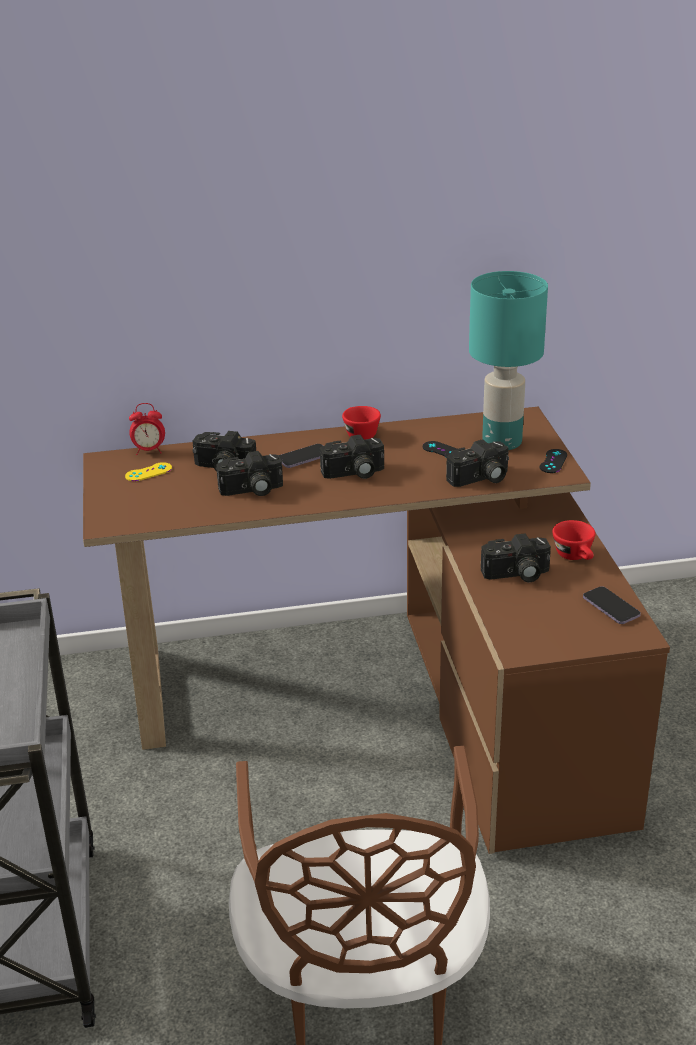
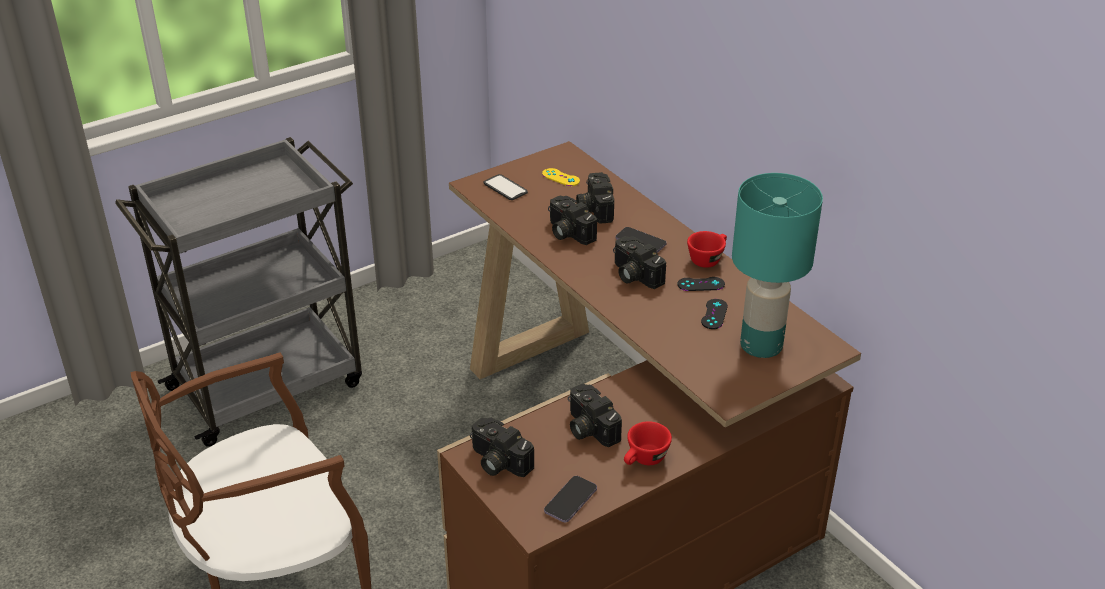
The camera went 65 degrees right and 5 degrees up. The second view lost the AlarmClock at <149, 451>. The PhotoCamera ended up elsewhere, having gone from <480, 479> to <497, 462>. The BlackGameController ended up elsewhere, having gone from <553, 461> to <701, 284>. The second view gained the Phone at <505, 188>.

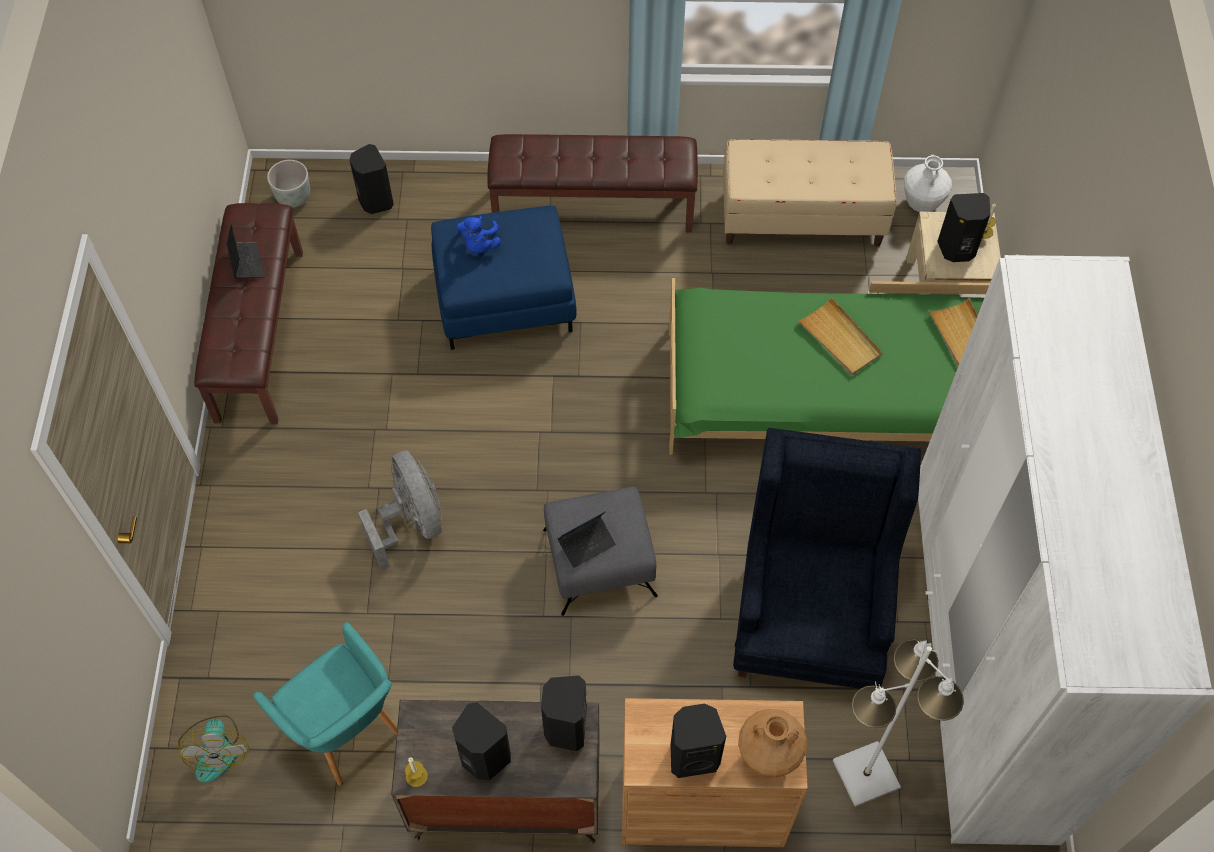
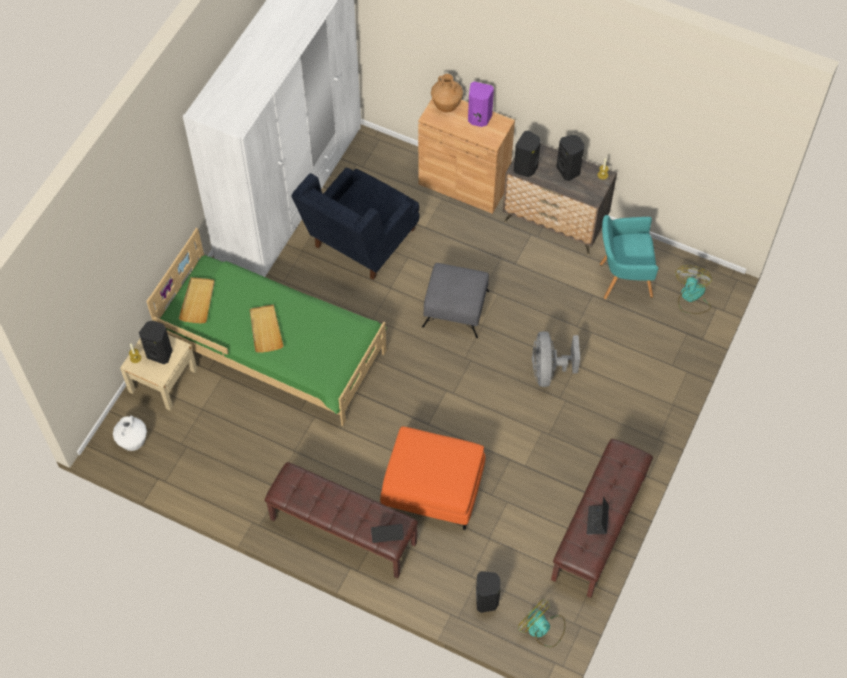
The camera went 155 degrees left and 0 degrees up. The TurquoiseArmchair at <346, 732> ended up facing another way, 75 degrees counterclockwise from before. Where the GreyPlanter stood at <294, 197>, the Fan came to stand at <542, 628>. What was the BlueOttoman at <504, 298> turned into the OrangeOttoman at <433, 488>. The second view lost the BluePlushToy at <479, 245>. The Laptop ended up elsewhere, having gone from <587, 544> to <387, 535>. What was the BlackSpeaker at <693, 755> turned into the PurpleSpeaker at <478, 118>. The second view lost the BeigeBench at <802, 218>. The second view lost the WhiteFloorLamp at <865, 775>.

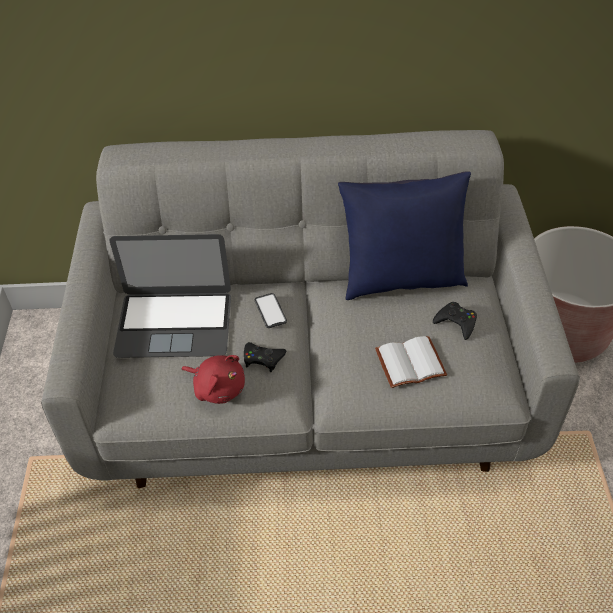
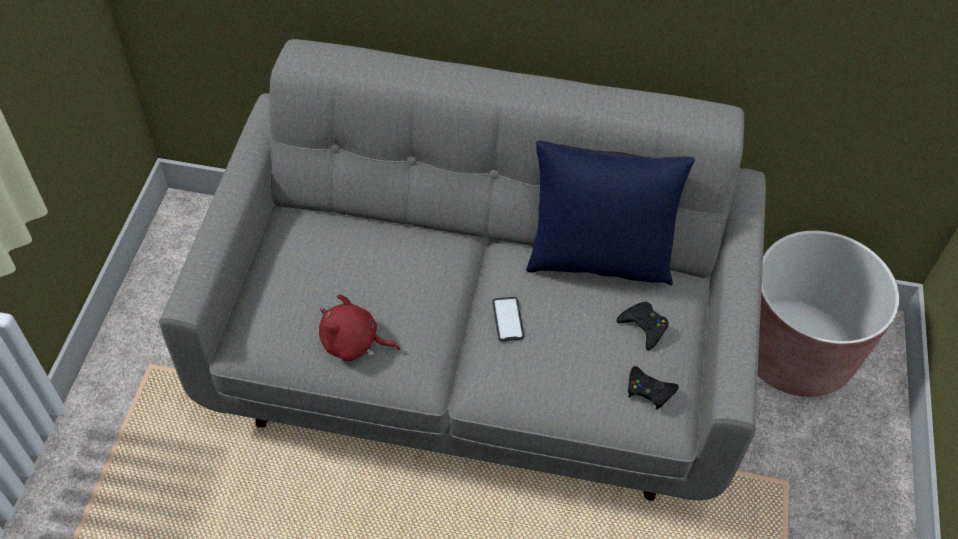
The camera went 10 degrees right and 5 degrees up. The second view lost the Laptop at <174, 324>. The RedPlushToy at <217, 387> ended up facing another way, 150 degrees clockwise from before. The BlackGameController ended up elsewhere, having gone from <263, 359> to <649, 390>. The Phone ended up elsewhere, having gone from <270, 311> to <508, 319>. The second view lost the WhiteBook at <410, 361>.

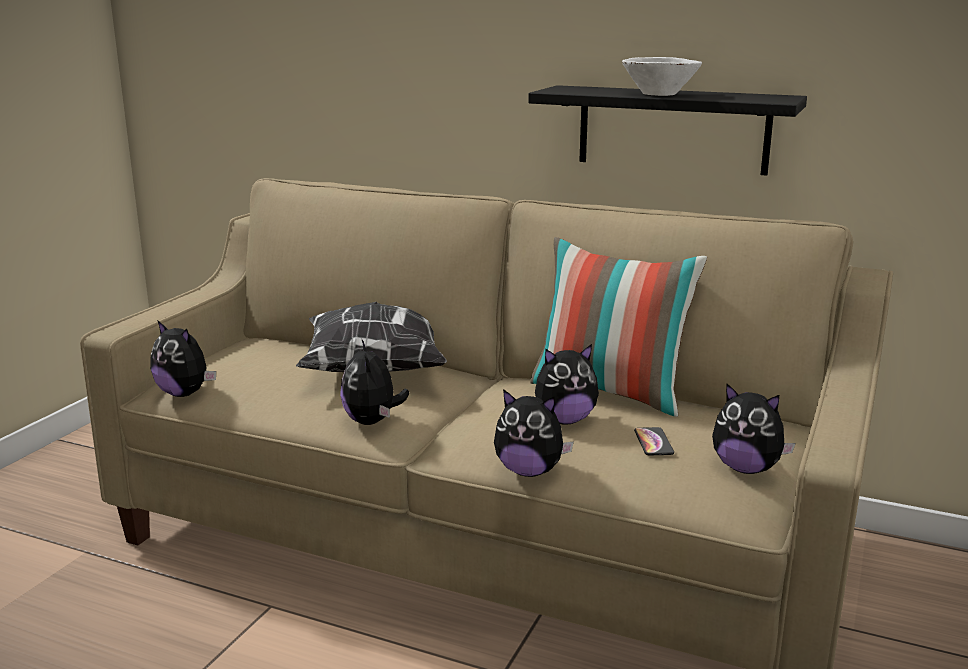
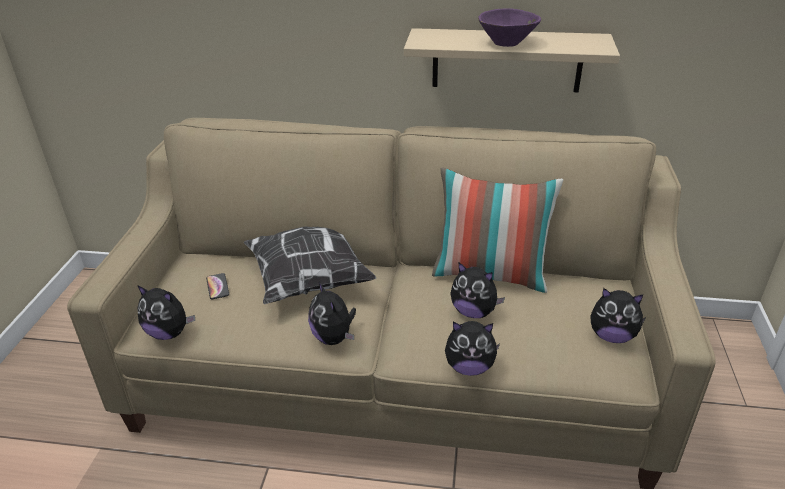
The camera went 15 degrees left and 15 degrees up. What was the BlackShelf at <672, 129> turned into the BeigeShelf at <506, 60>. The PlushToy at <564, 420> ended up facing another way, 60 degrees clockwise from before. What was the WhiteBowl at <659, 94> turned into the PurpleBowl at <506, 43>. The Phone ended up elsewhere, having gone from <653, 442> to <217, 286>.

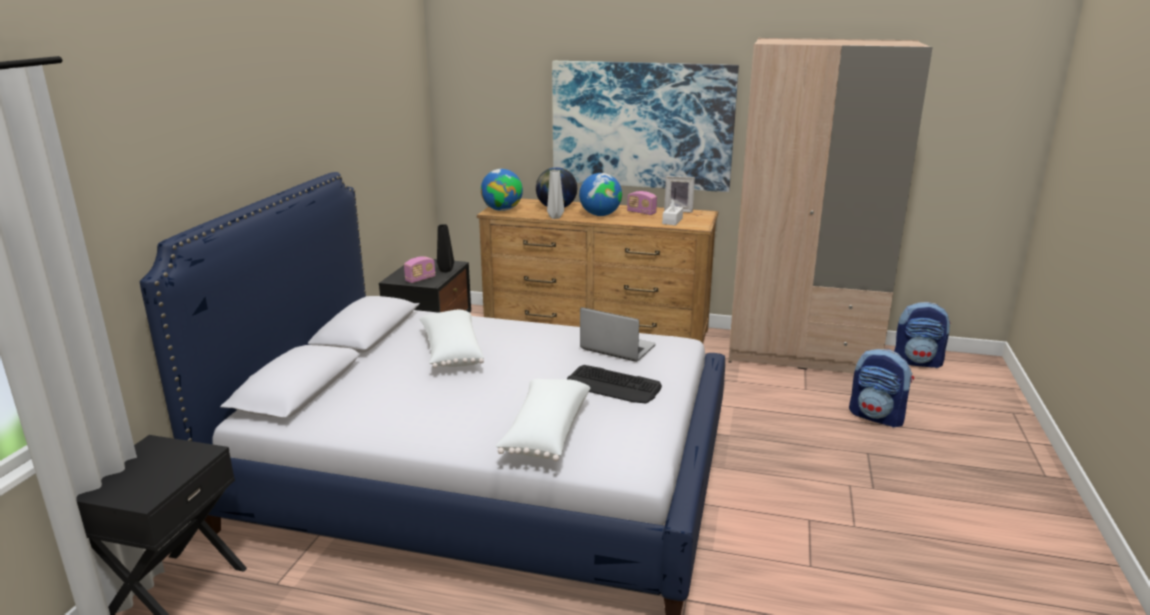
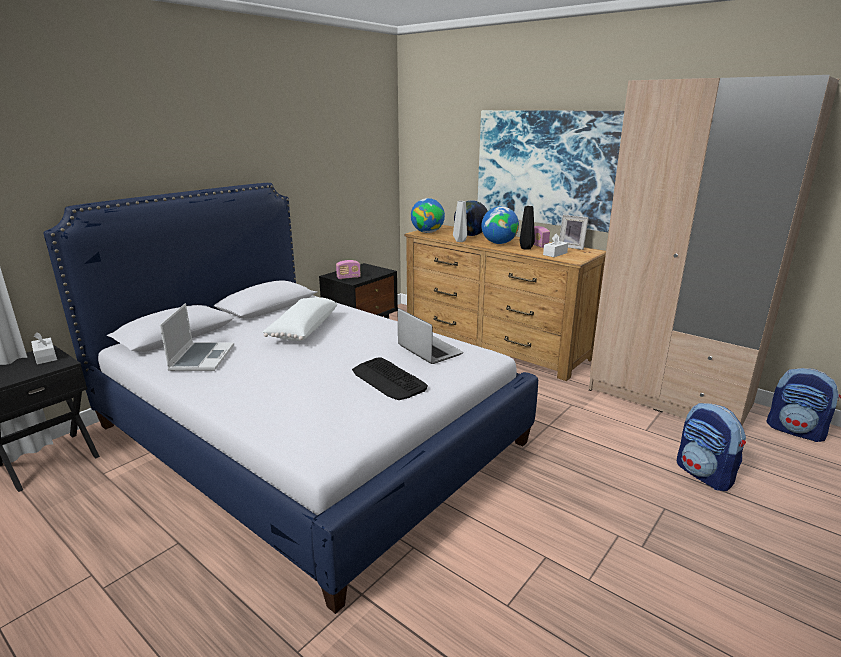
The camera went 25 degrees right and 0 degrees up. The BlackVase ended up elsewhere, having gone from <446, 271> to <526, 248>. The second view lost the WhitePillow at <544, 432>. The second view gained the WhiteTissueBox at <45, 356>. The second view gained the Laptop at <202, 358>.

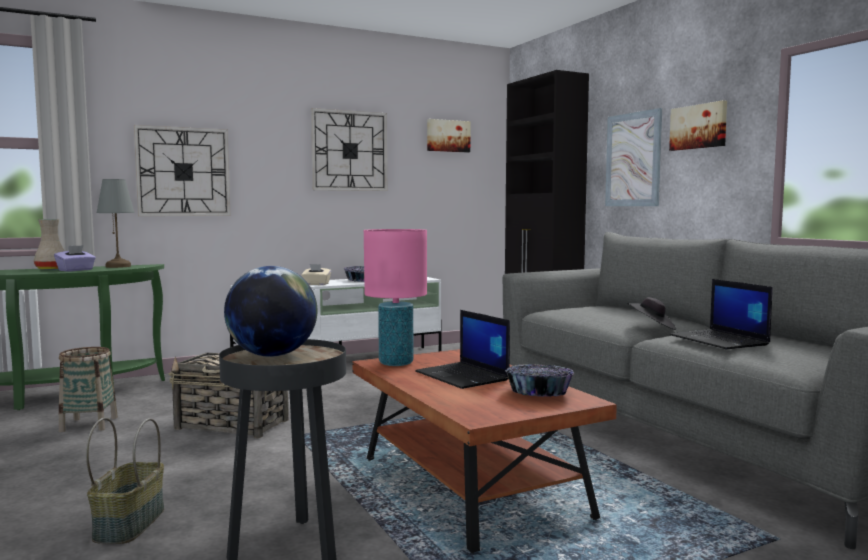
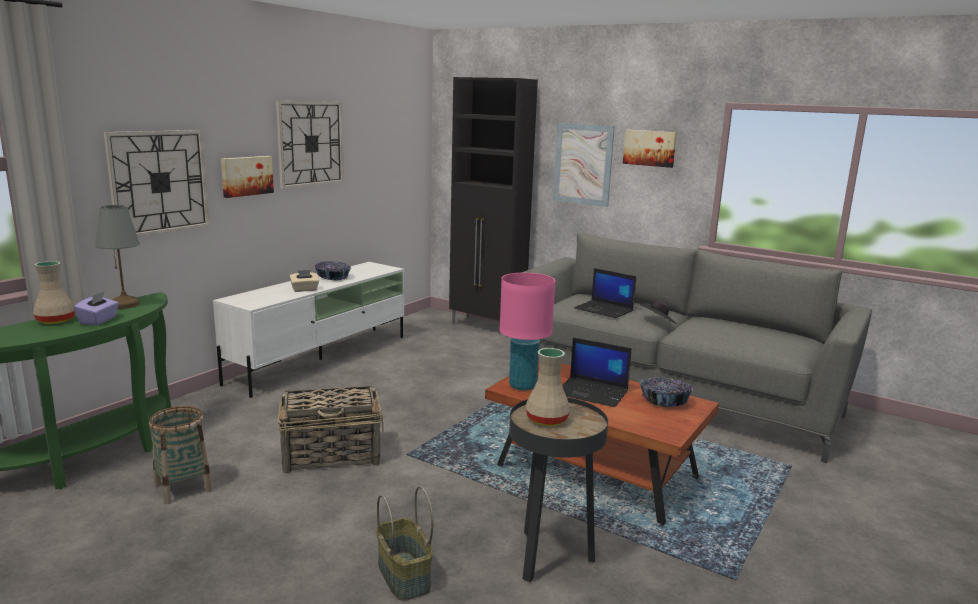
The camera went 30 degrees left and 10 degrees up. Where the Globe stood at <272, 355>, the BeigeVase came to stand at <546, 420>. The Picture ended up elsewhere, having gone from <448, 136> to <246, 176>. The Laptop ended up elsewhere, having gone from <720, 340> to <604, 310>.

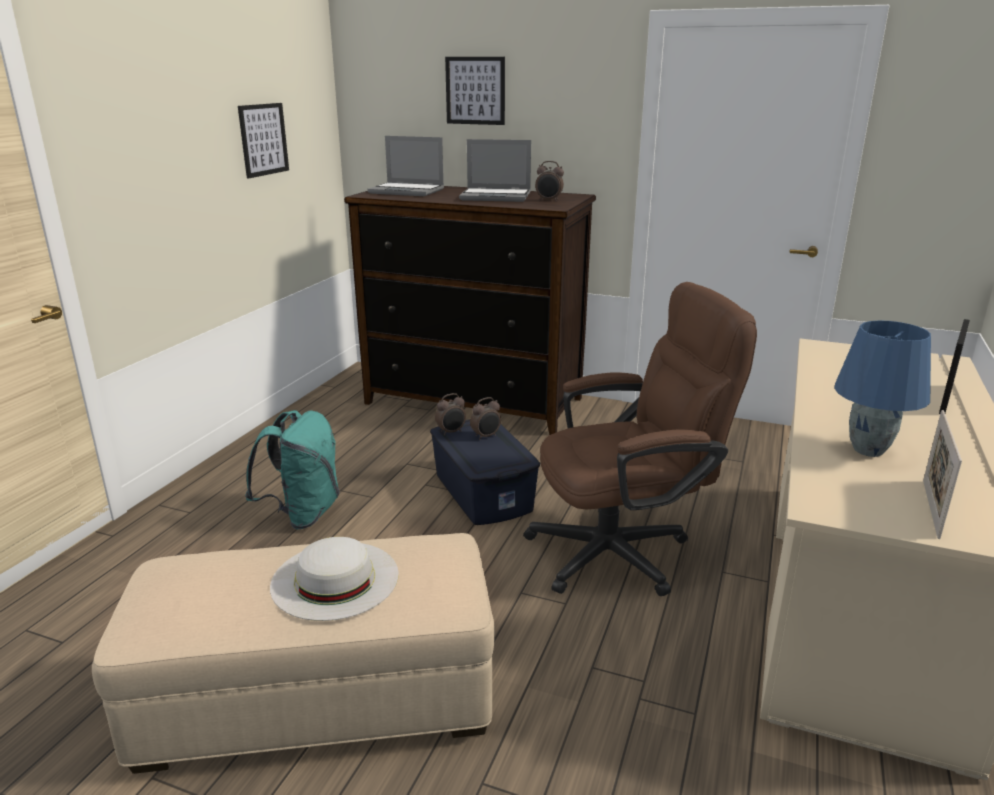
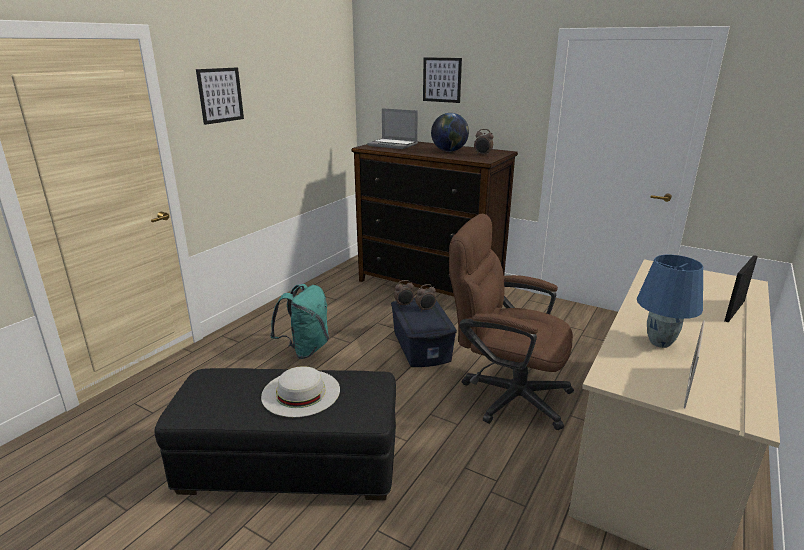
The camera went 10 degrees right and 0 degrees up. What was the BeigeOttoman at <318, 698> turned into the BlackOttoman at <290, 464>. The Picture ended up elsewhere, having gone from <263, 139> to <220, 95>. Where the Laptop stood at <496, 197>, the Globe came to stand at <449, 151>. The BrownOfficeChair at <624, 551> ended up facing another way, 150 degrees counterclockwise from before.

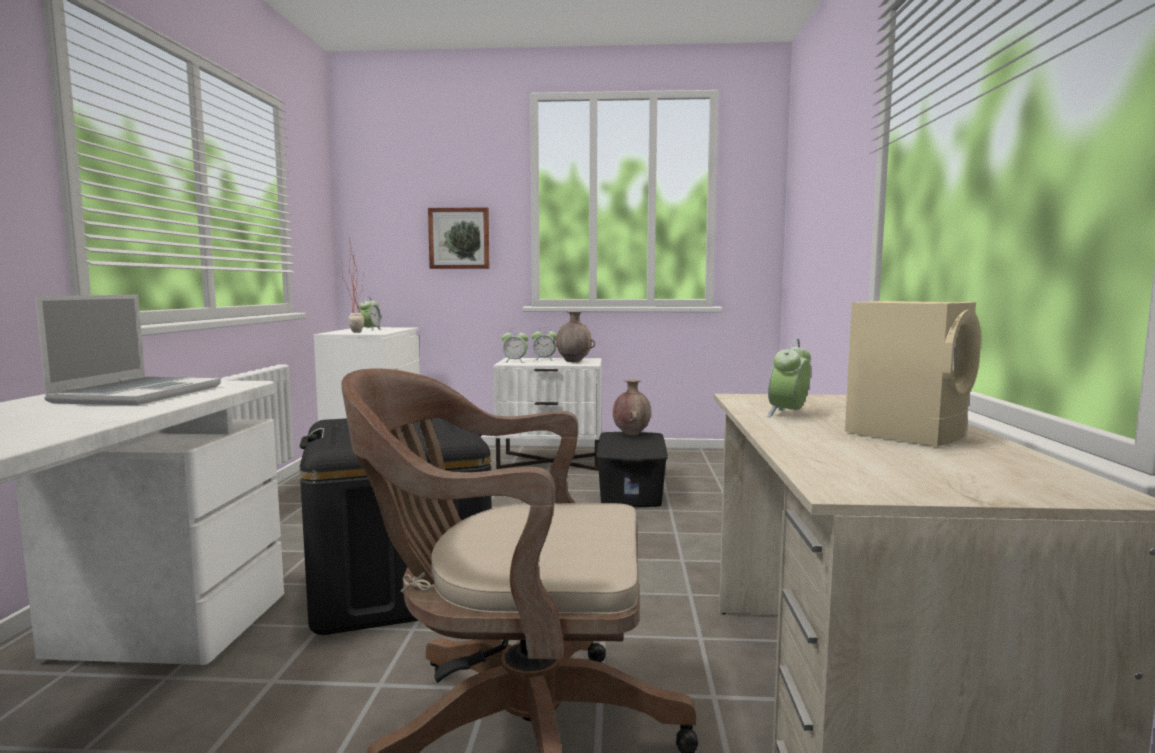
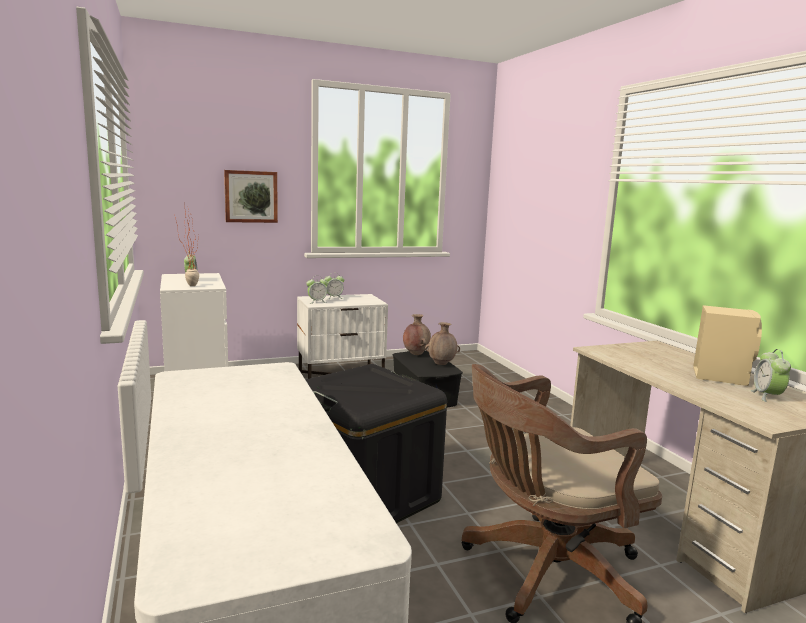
The camera went 25 degrees left and 5 degrees up. The second view lost the Laptop at <138, 394>. The BrownVase ended up elsewhere, having gone from <574, 362> to <441, 363>. The AlarmClock ended up elsewhere, having gone from <788, 414> to <767, 396>.

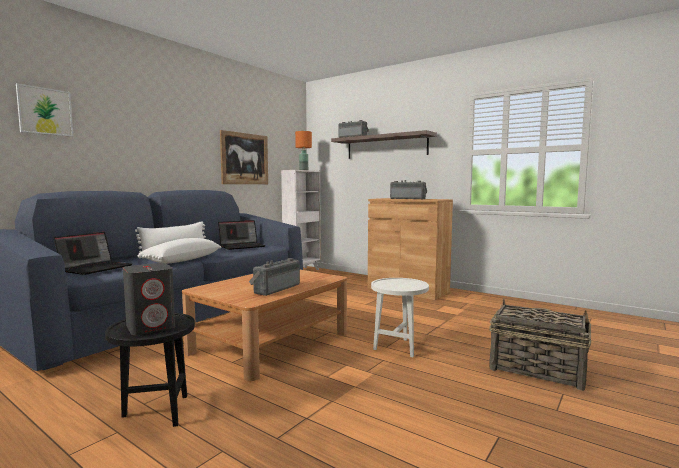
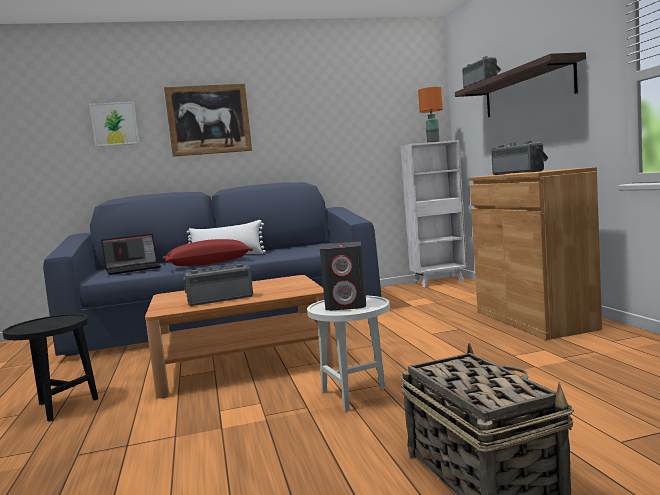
The camera went 40 degrees right and 0 degrees up. The GreySpeaker ended up elsewhere, having gone from <151, 327> to <346, 305>. What was the WhitePillow at <181, 260> turned into the RedPillow at <208, 263>. The second view lost the Laptop at <242, 246>. The Picture ended up elsewhere, having gone from <244, 159> to <209, 119>.

